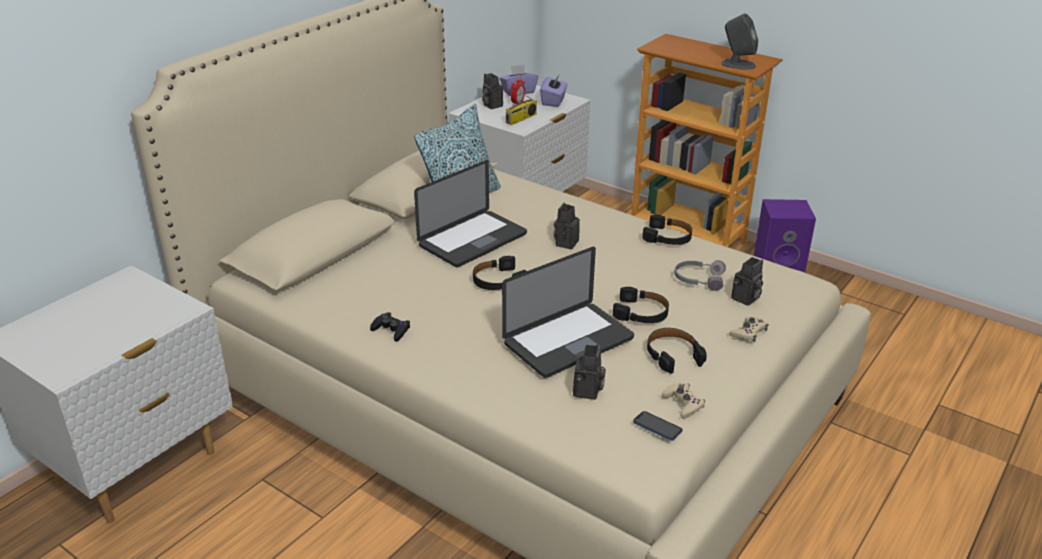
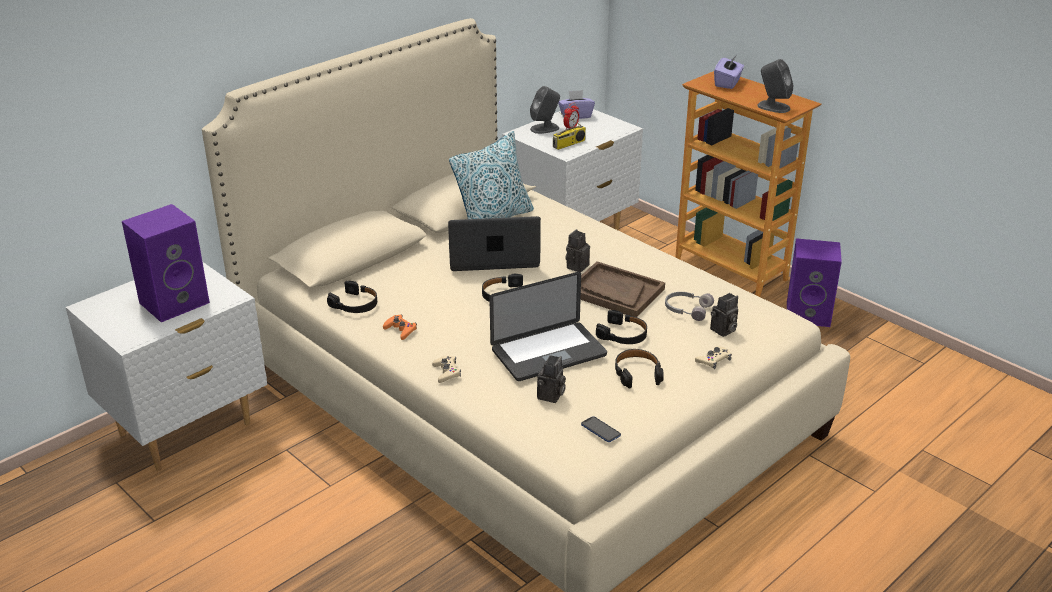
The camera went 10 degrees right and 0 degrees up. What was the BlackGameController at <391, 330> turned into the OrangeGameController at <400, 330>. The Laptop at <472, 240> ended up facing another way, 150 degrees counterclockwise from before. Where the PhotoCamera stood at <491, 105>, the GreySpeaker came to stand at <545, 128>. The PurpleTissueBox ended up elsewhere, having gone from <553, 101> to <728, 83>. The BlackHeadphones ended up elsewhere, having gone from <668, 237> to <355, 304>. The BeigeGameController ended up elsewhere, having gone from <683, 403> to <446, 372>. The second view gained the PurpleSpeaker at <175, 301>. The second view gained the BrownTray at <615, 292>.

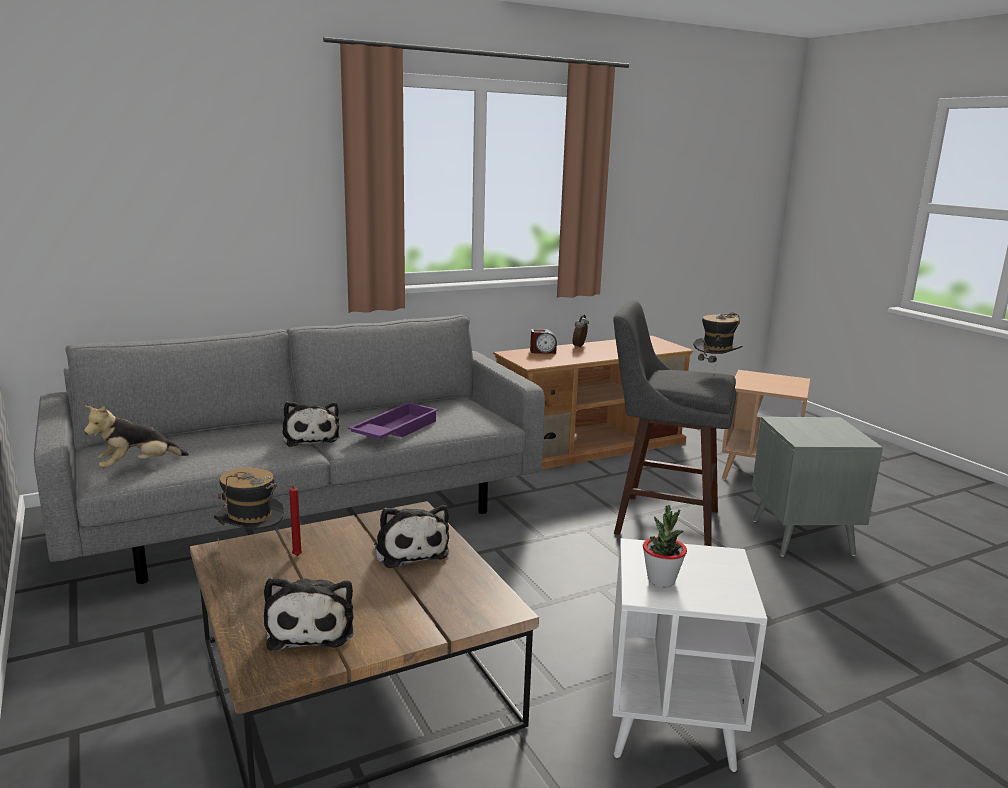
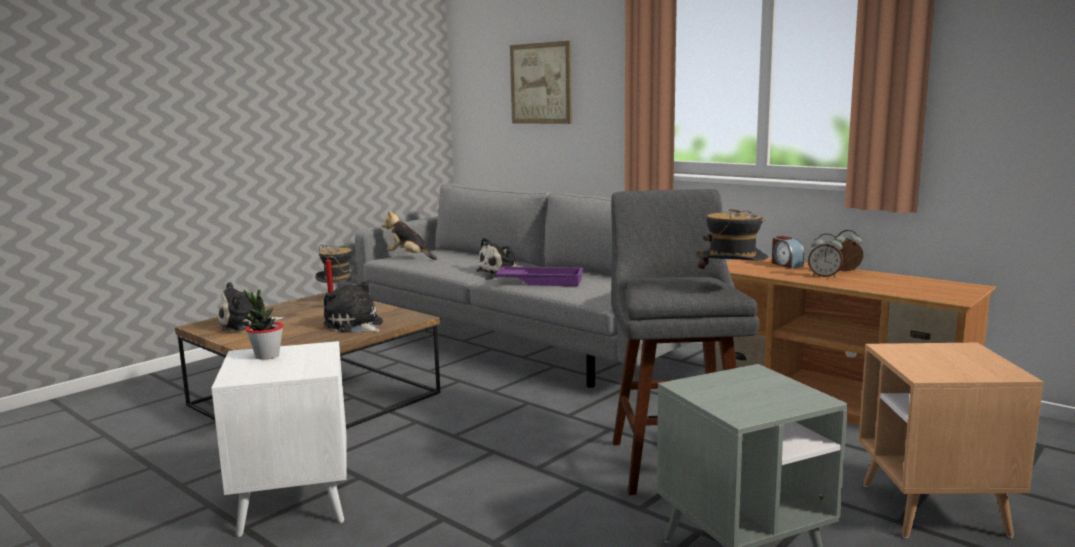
The camera went 70 degrees right and 5 degrees down. The PlushToy at <410, 549> ended up facing another way, 90 degrees clockwise from before. The second view gained the Picture at <541, 83>. The second view gained the AlarmClock at <824, 276>.

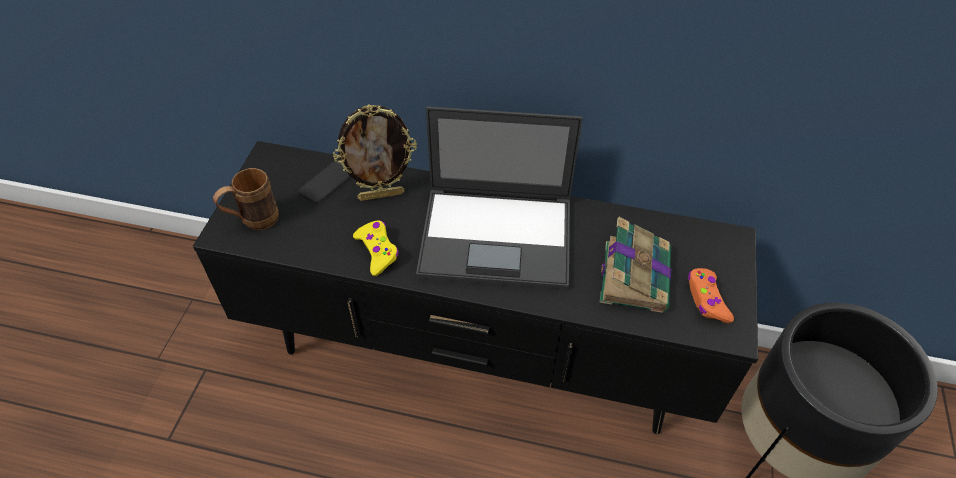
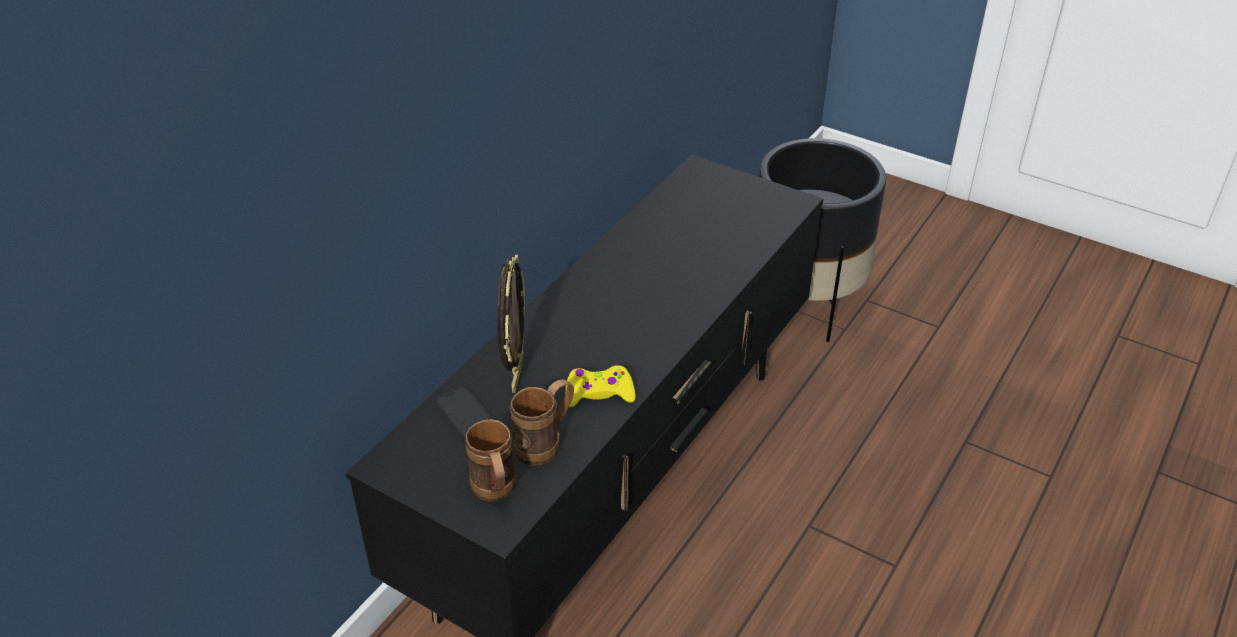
The camera went 70 degrees left and 10 degrees down. The second view lost the Laptop at <498, 237>. The second view lost the Book at <635, 274>. The second view lost the OrangeGameController at <707, 299>. The second view gained the BrownMug at <546, 444>.

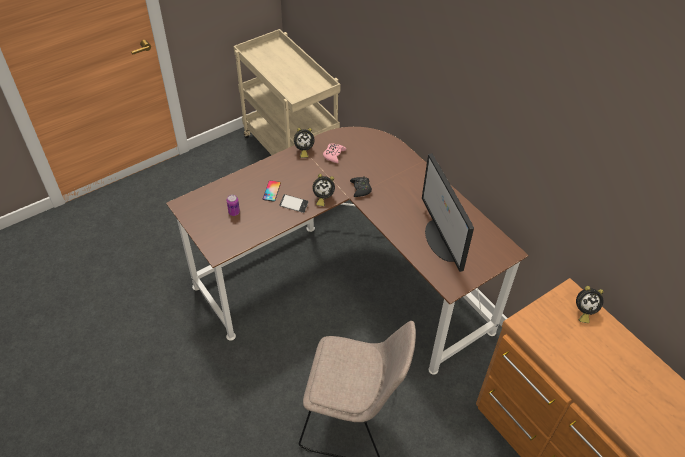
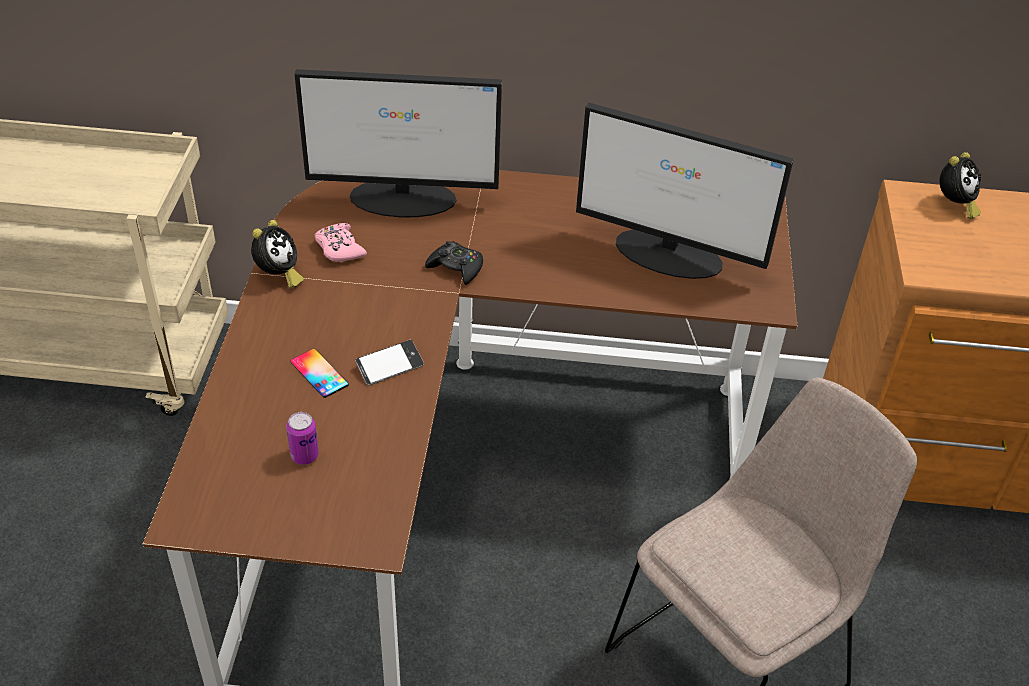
The camera went 50 degrees left and 5 degrees down. The second view lost the AlarmClock at <322, 198>. The second view gained the Monitor at <404, 198>.

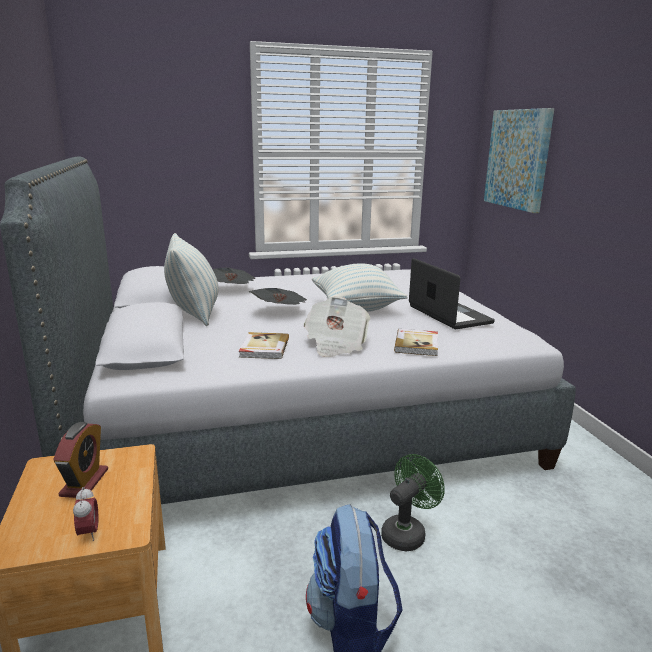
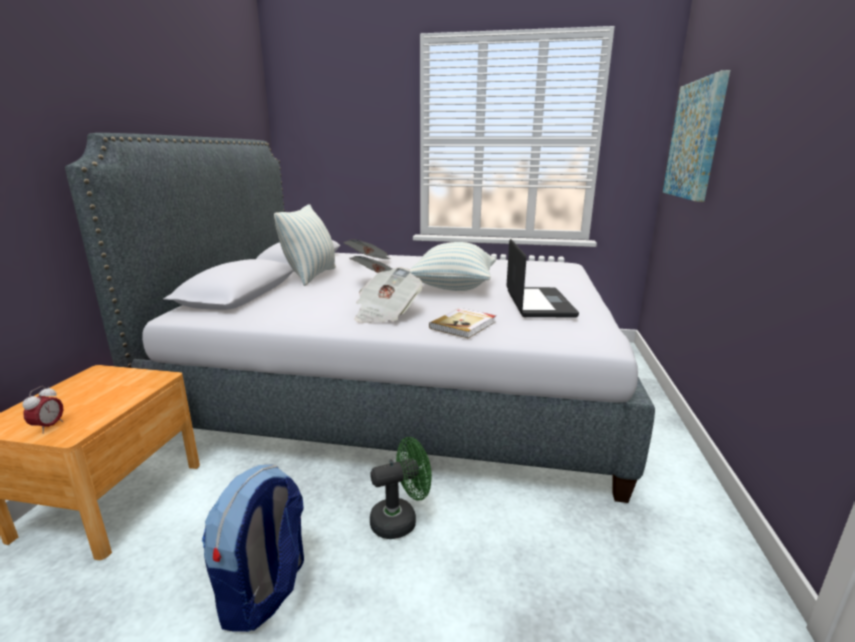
The camera went 25 degrees right and 0 degrees up. The second view lost the AlarmClock at <84, 482>. The second view lost the Book at <263, 348>.

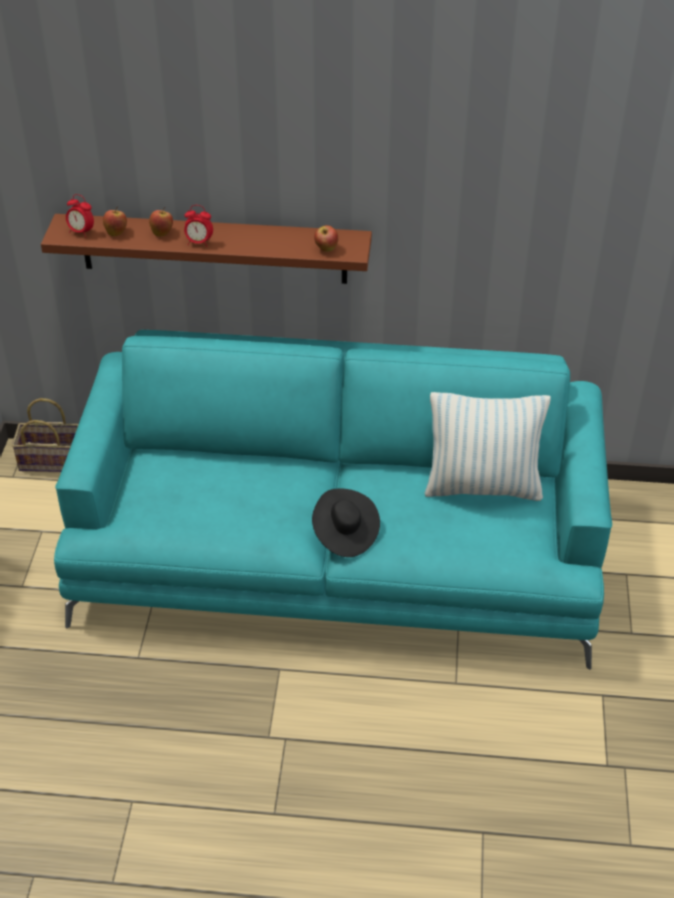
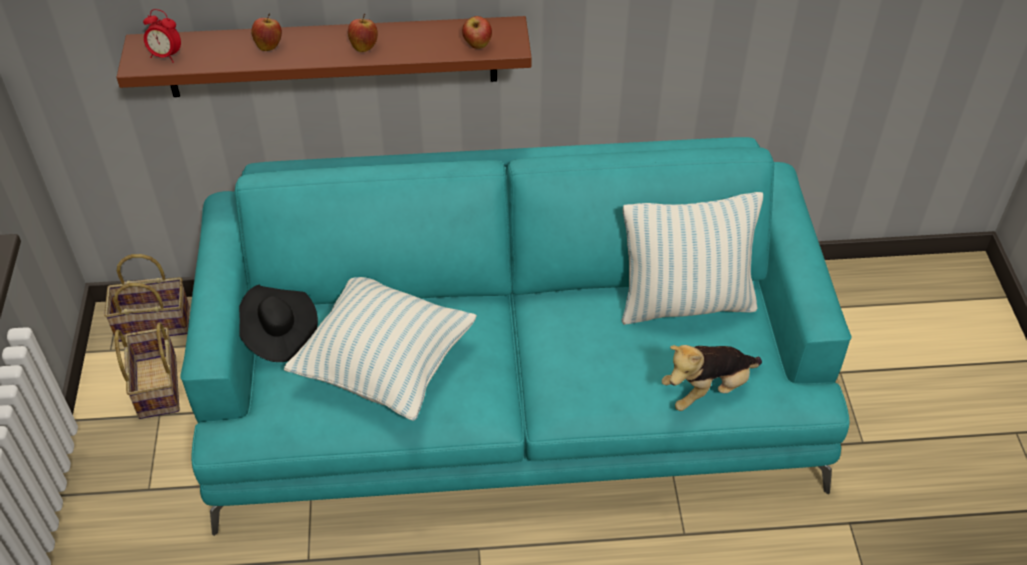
The camera went 10 degrees left and 5 degrees up. The Apple ended up elsewhere, having gone from <116, 232> to <364, 46>. The second view lost the AlarmClock at <199, 243>. The BlackHat ended up elsewhere, having gone from <344, 534> to <279, 334>. The second view gained the Basket at <156, 385>. The second view gained the Pillow at <385, 367>. The second view gained the PlushToy at <707, 389>.

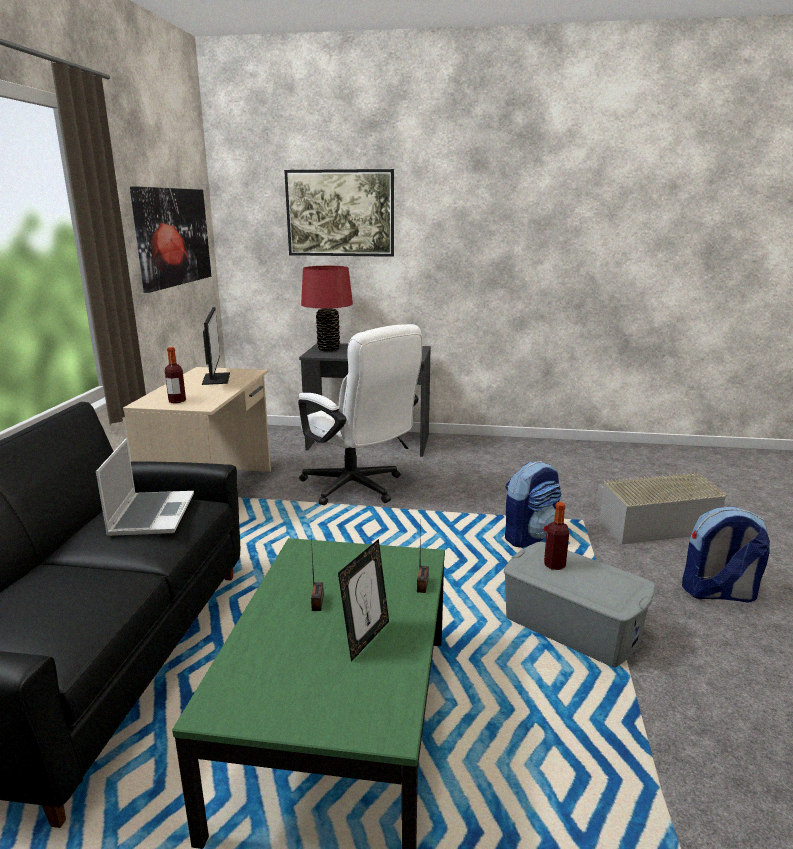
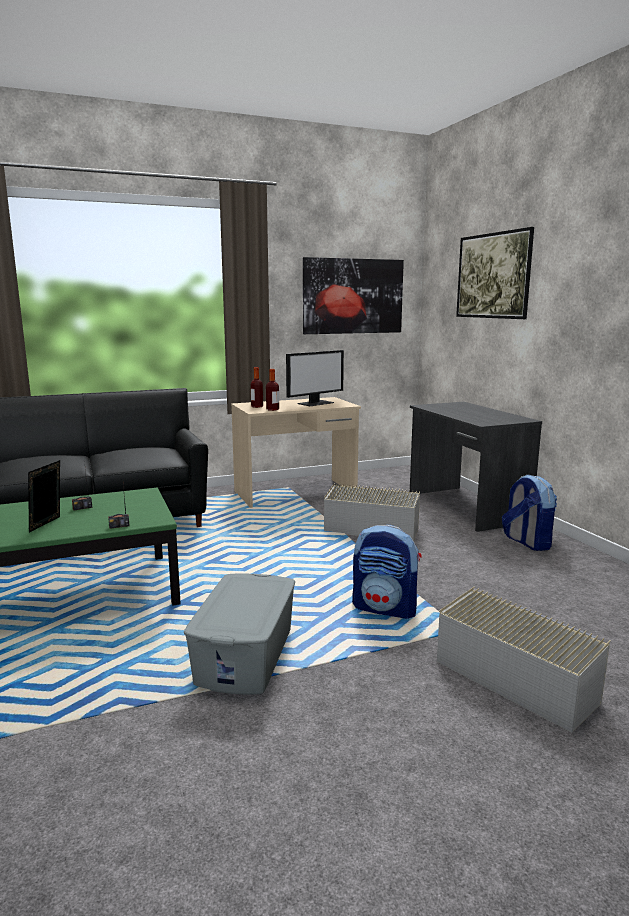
The camera went 60 degrees right and 5 degrees down. The second view lost the Laptop at <151, 514>. Where the WhiteOfficeChair stood at <358, 489>, the GreyStorageBox came to stand at <371, 526>. The second view lost the RedTableLamp at <328, 349>. The PictureFrame at <366, 638> ended up facing another way, 105 degrees clockwise from before. The Bottle ended up elsewhere, having gone from <554, 565> to <272, 409>. The Backpack ended up elsewhere, having gone from <718, 593> to <526, 542>.

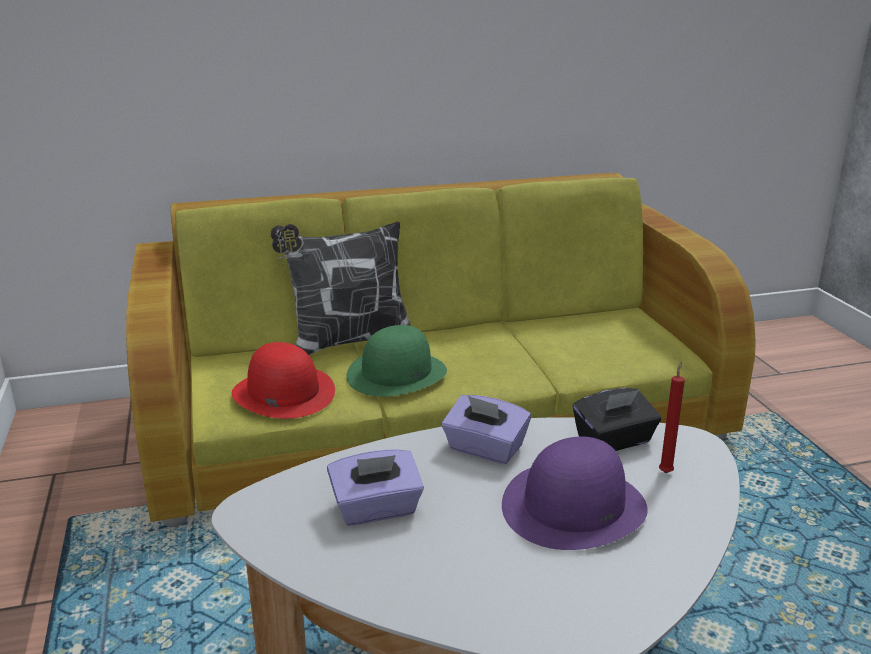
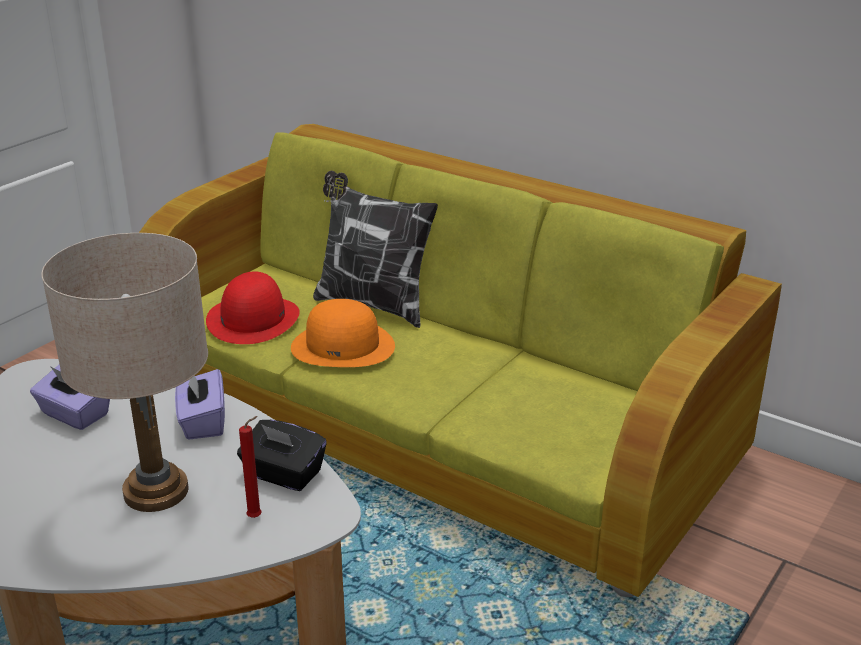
The camera went 50 degrees right and 5 degrees up. What was the GreenHat at <397, 373> turned into the OrangeHat at <343, 346>. Where the PurpleHat stood at <574, 506>, the BeigeTableLamp came to stand at <156, 491>.

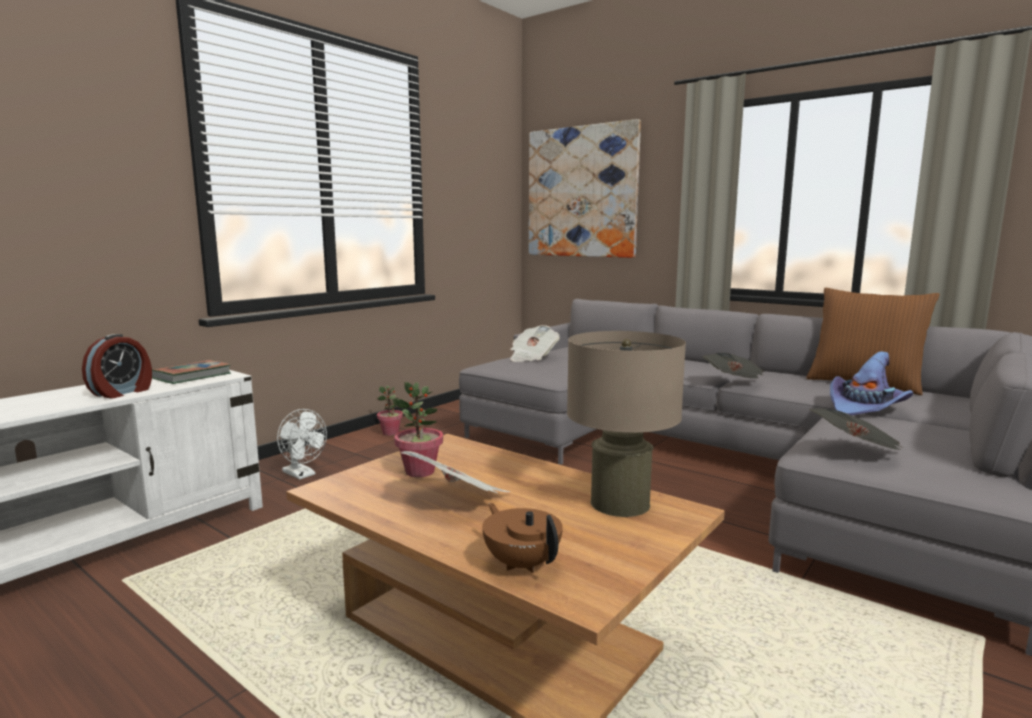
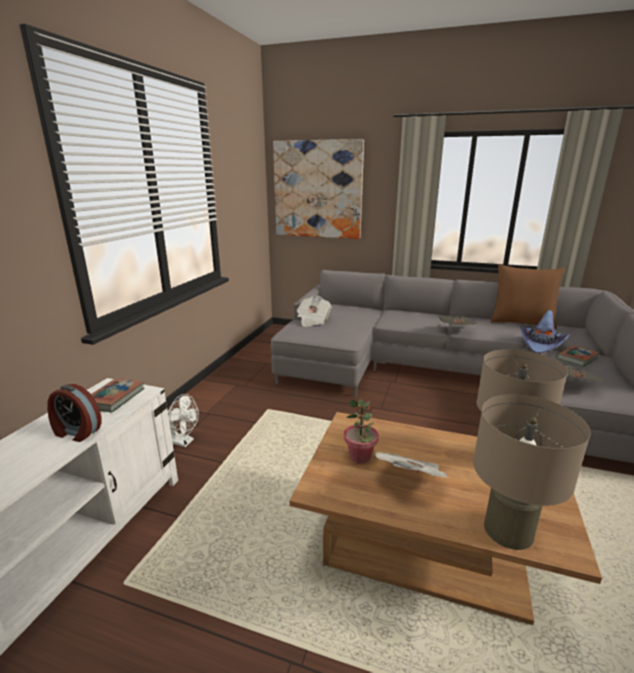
The camera went 20 degrees left and 10 degrees up. The AlarmClock at <122, 392> ended up facing another way, 105 degrees clockwise from before. The second view lost the PottedPlant at <390, 433>. Where the BrownTeapot stood at <522, 563>, the BeigeTableLamp came to stand at <508, 530>. The second view gained the Book at <577, 358>.

